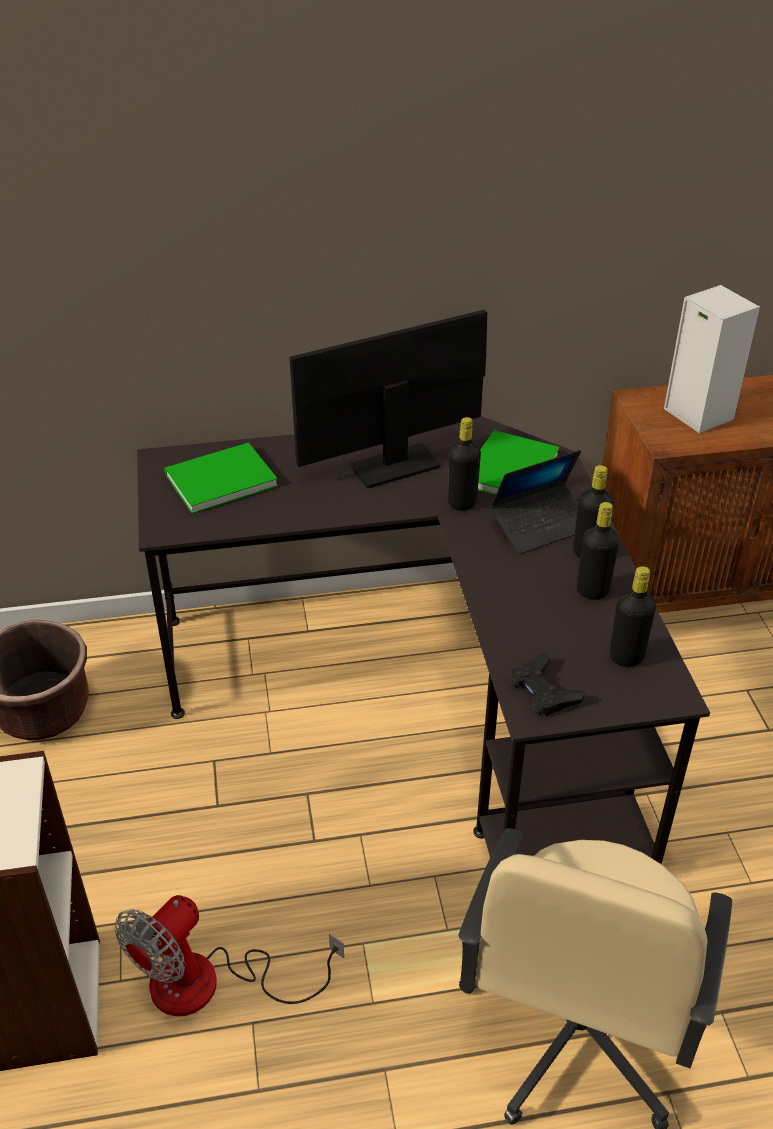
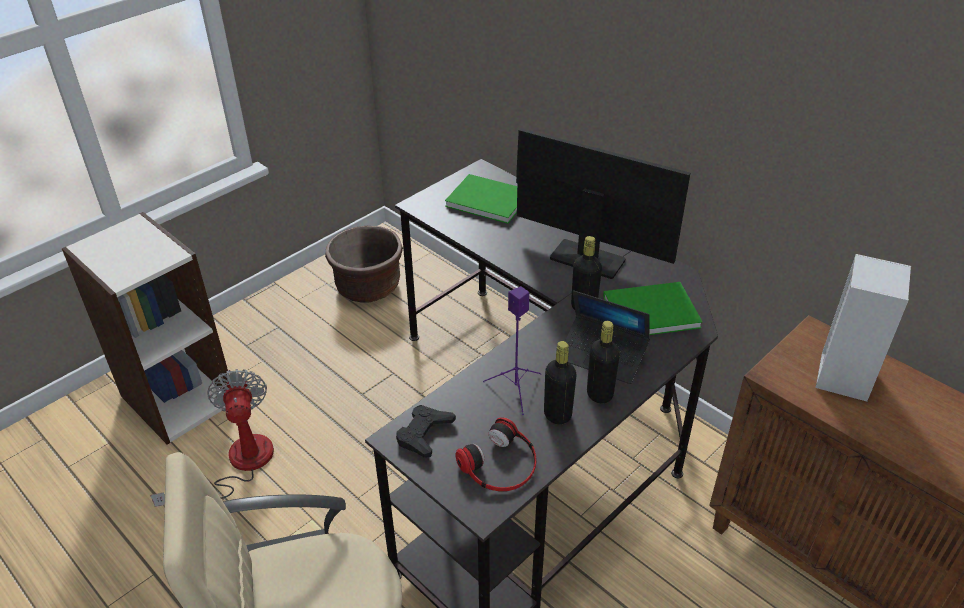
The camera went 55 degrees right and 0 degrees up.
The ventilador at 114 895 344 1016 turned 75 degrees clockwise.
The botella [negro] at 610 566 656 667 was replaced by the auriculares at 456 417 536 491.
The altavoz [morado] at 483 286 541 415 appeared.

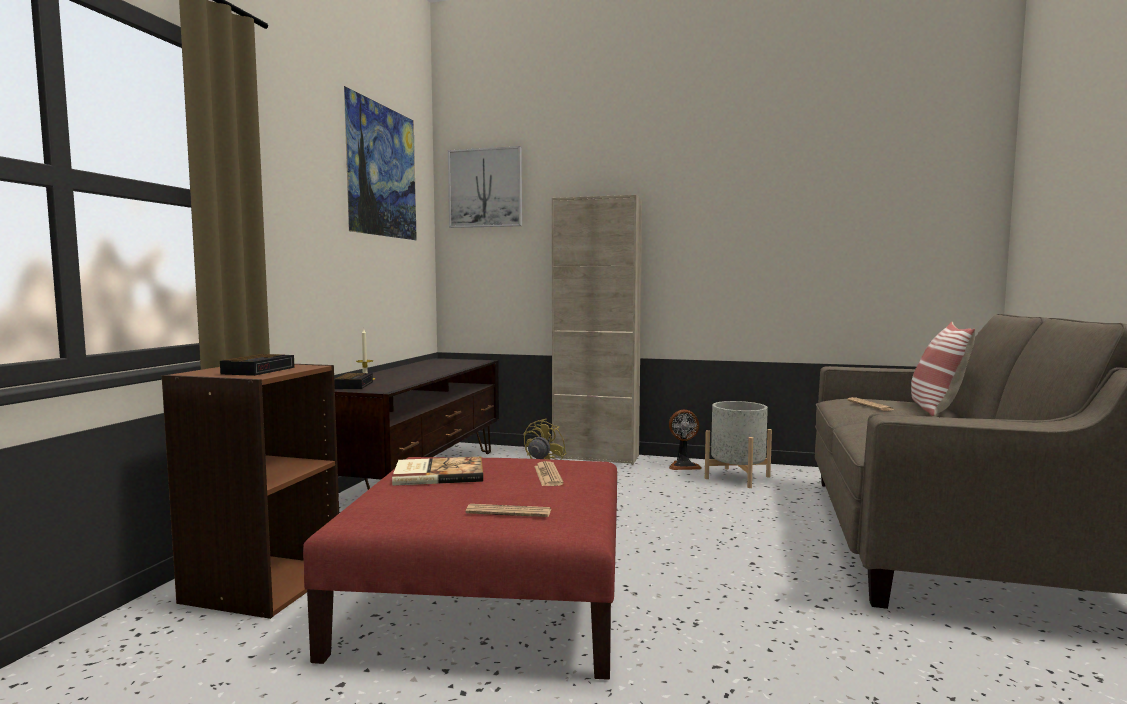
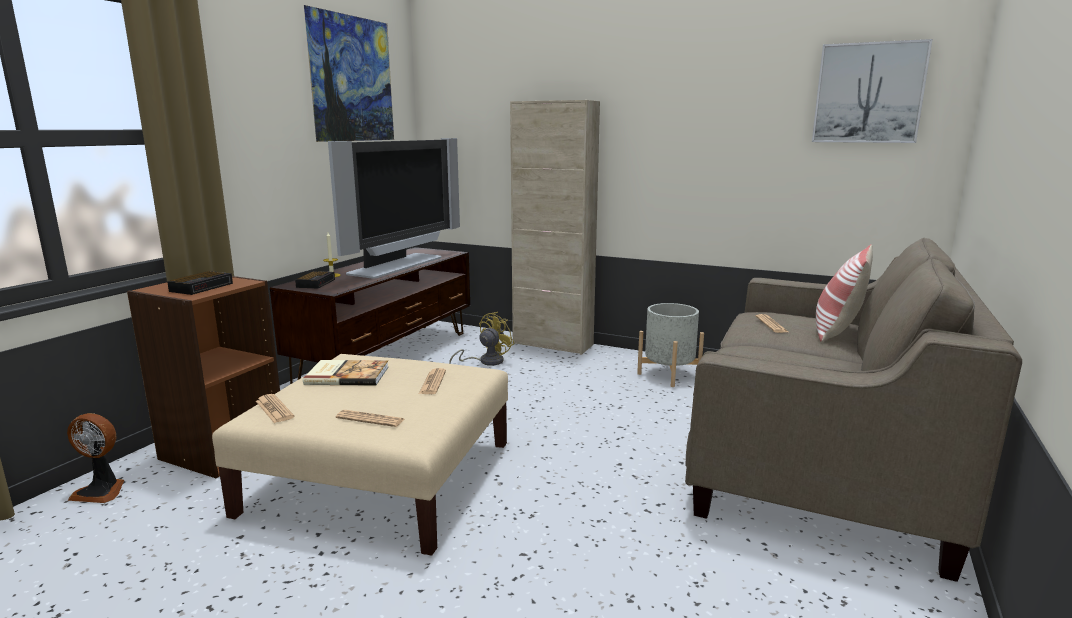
The camera went 10 degrees right and 10 degrees up.
The puf [rojo] at 303 457 617 680 became the puf [beis] at 212 354 508 556.
The cuadro moved from 448 146 522 228 to 812 39 933 143.
The ventilador moved from 669 410 702 470 to 67 413 124 503.
The periódico at 256 394 294 423 appeared.
The televisor at 328 138 460 279 appeared.

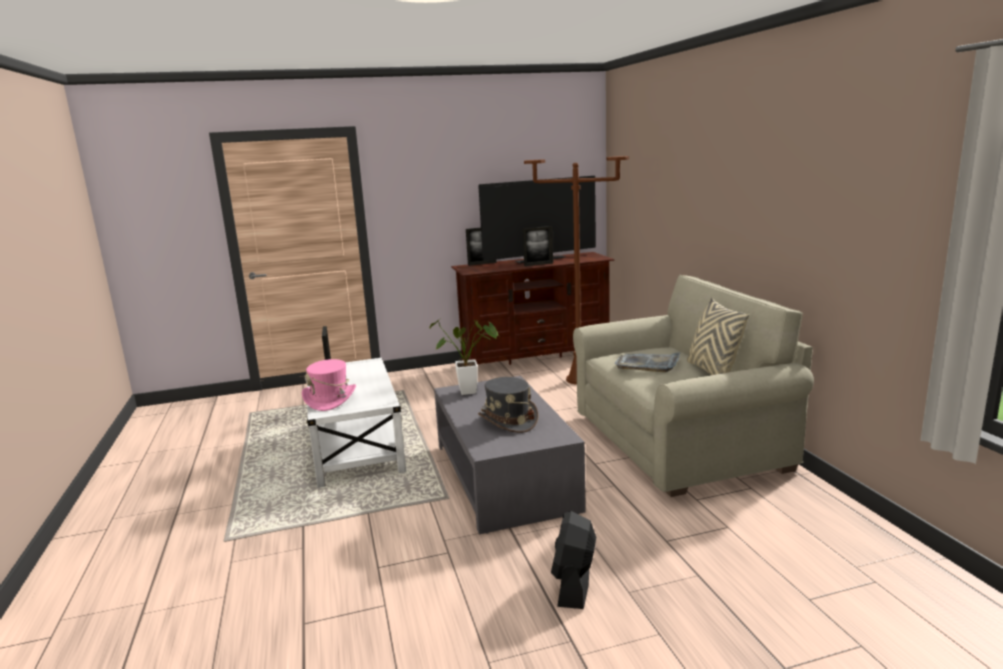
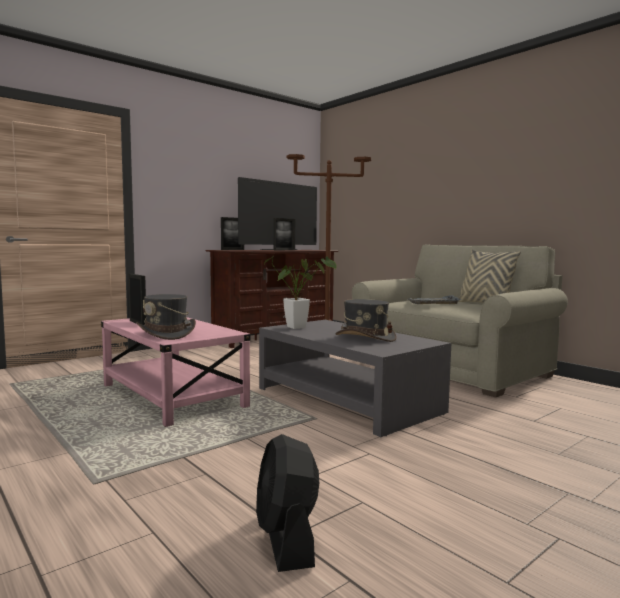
The camera went 25 degrees left and 10 degrees down.
The sombrero [rosa] at 302 359 356 411 became the sombrero [gris] at 137 294 196 340.
The mesa de centro [blanco] at 306 358 406 488 became the mesa de centro [rosa] at 101 317 250 427.
The ventilador [negro] moved from 551 511 596 609 to 256 434 319 572.

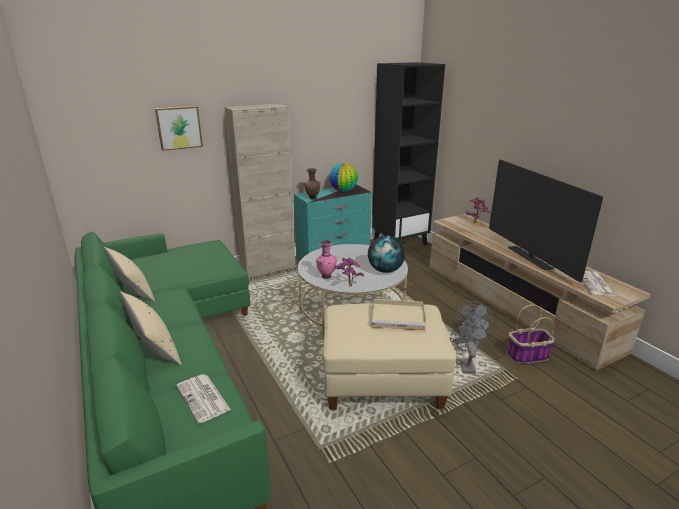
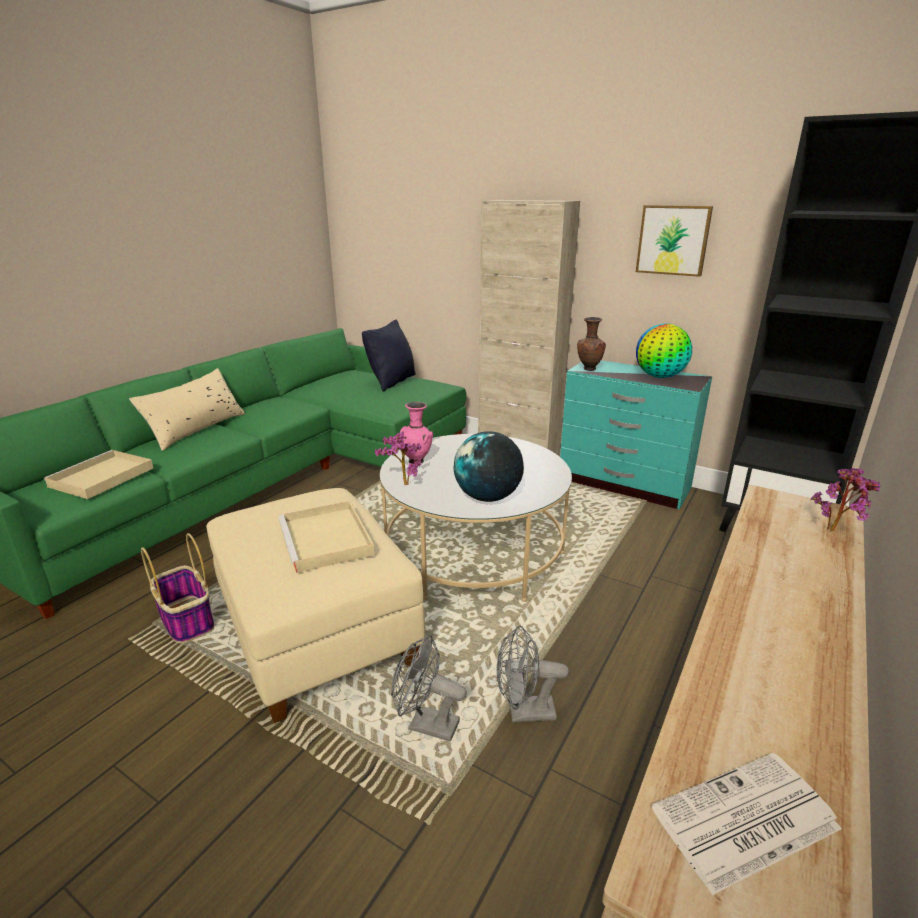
The camera went 60 degrees right and 0 degrees up.
The cojín [beis] at 104 247 155 302 disappeared.
The cuadro moved from 155 106 203 151 to 636 205 713 277.
The periódico at 176 375 231 423 was replaced by the bandeja [beis] at 44 450 153 499.
The ventilador [gris] at 450 324 489 374 turned 135 degrees counterclockwise.
The televisor at 489 159 603 282 disappeared.
The cesta moved from 506 305 555 364 to 141 533 214 644.
The cojín [negro] at 362 320 416 391 appeared.

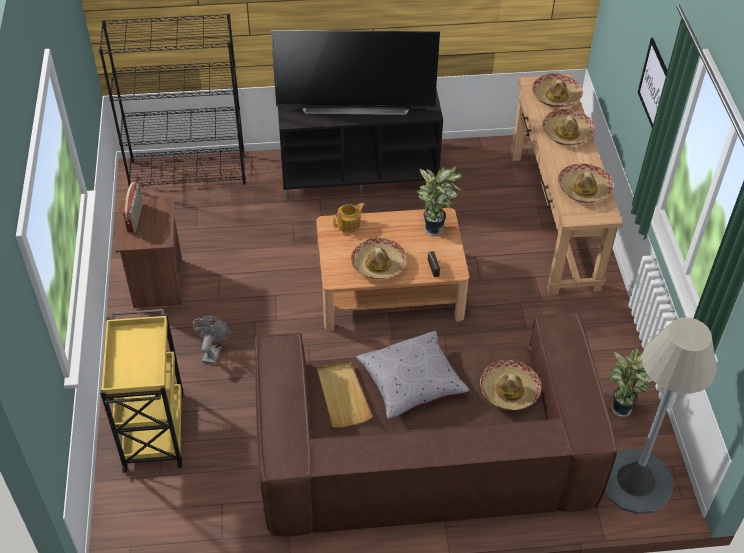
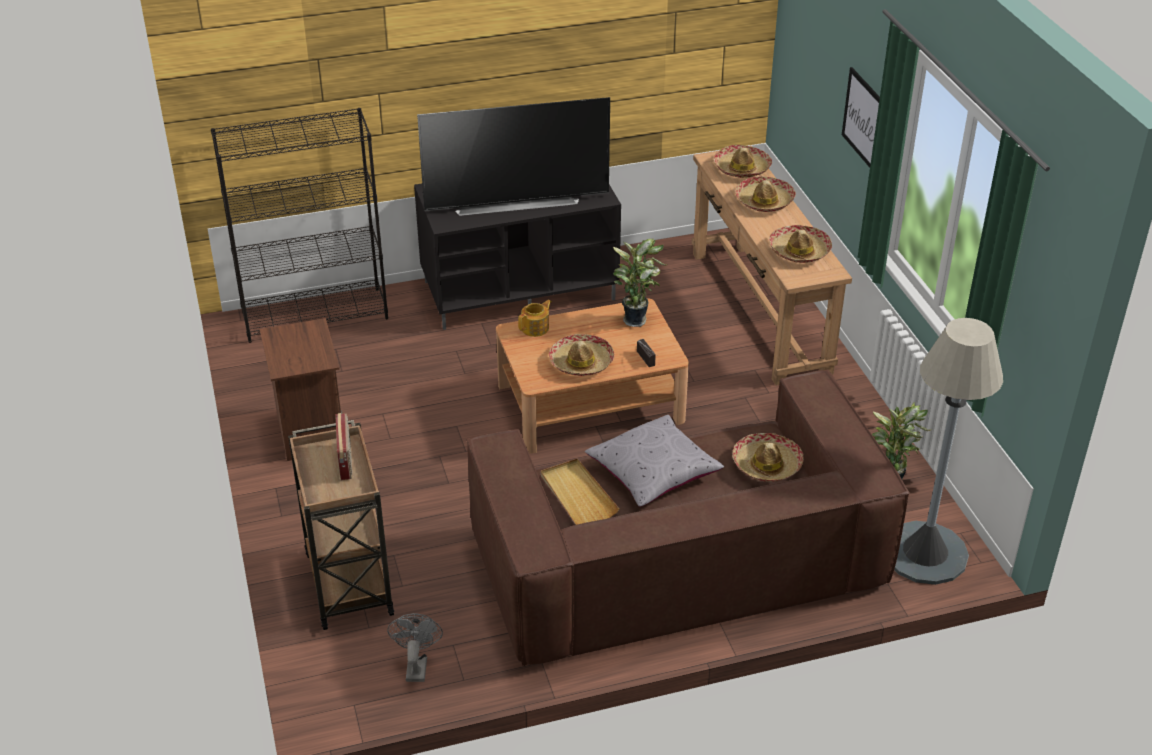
The camera went 10 degrees left and 10 degrees down.
The carrito [amarillo] at 100 309 184 473 became the carrito [marrón] at 288 420 394 630.
The radio moved from 123 182 143 232 to 335 413 352 480.
The ventilador [gris] moved from 192 316 231 365 to 387 613 443 682.

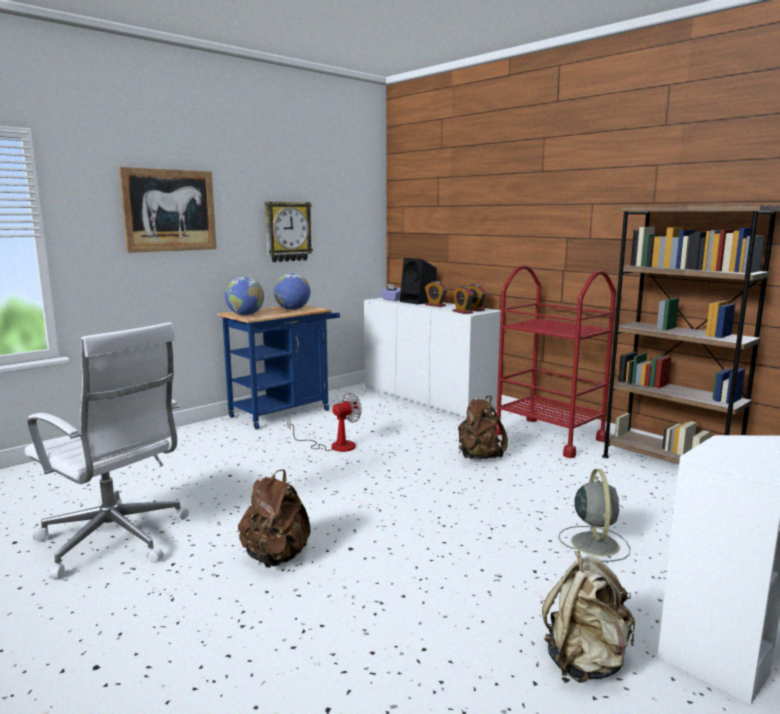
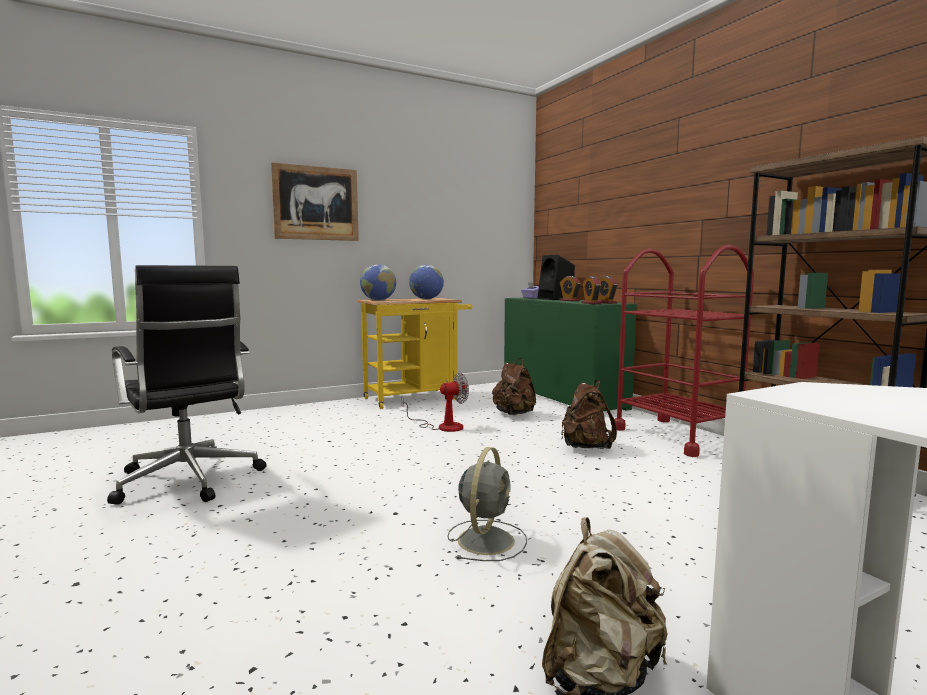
The camera went 15 degrees right and 5 degrees down.
The silla de oficina [blanco] at 25 322 189 579 became the silla de oficina [negro] at 107 265 267 505.
The carrito [azul] at 217 305 340 430 became the carrito [amarillo] at 357 298 472 409.
The mochila [marrón] moved from 238 469 311 568 to 492 358 536 415.
The reloj de pared at 265 202 313 262 disappeared.
The armario [blanco] at 364 298 501 418 became the armario [verde] at 504 298 637 411.
The ventilador [gris] moved from 559 469 630 562 to 448 447 527 561.

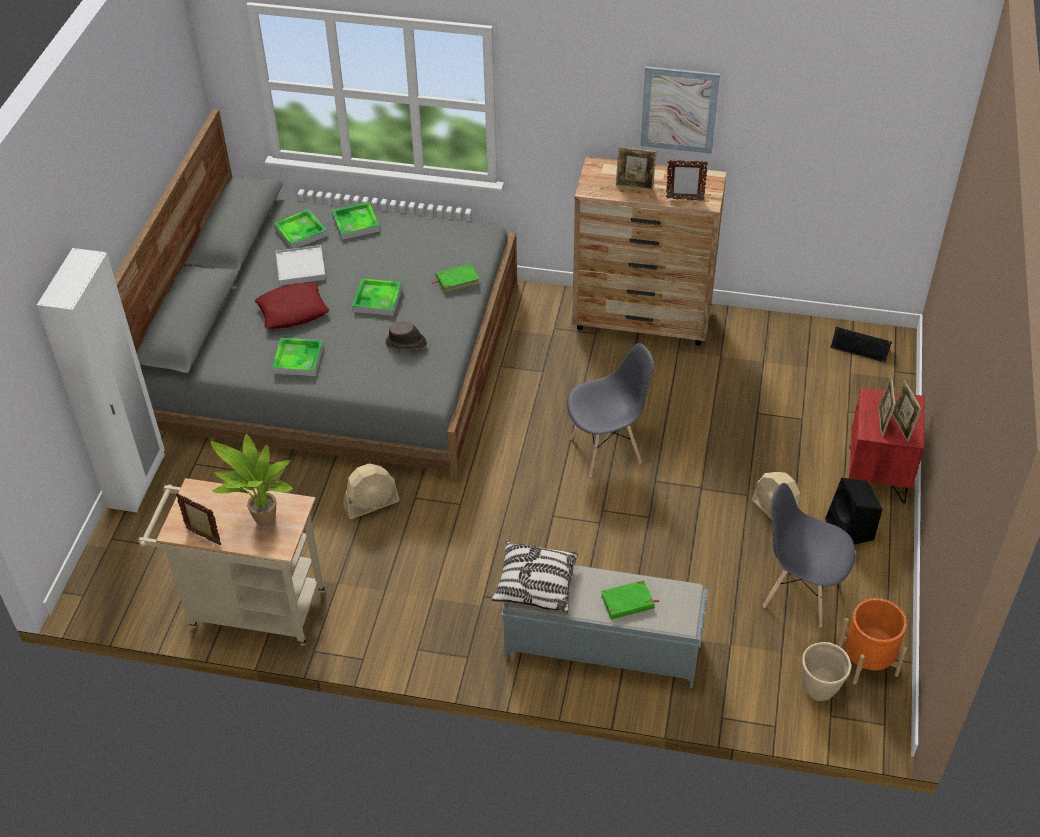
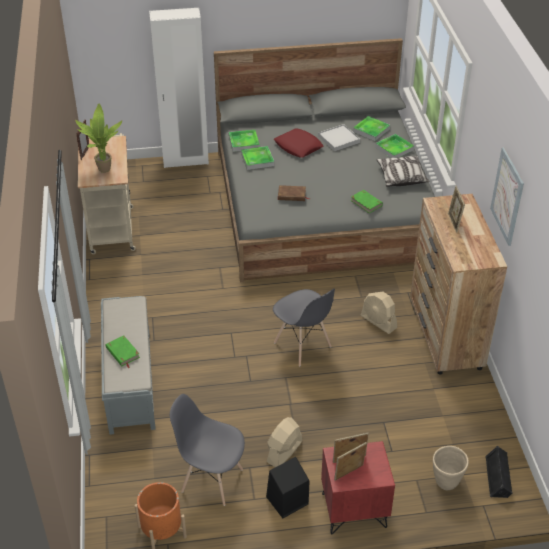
The camera went 70 degrees right and 5 degrees down.
The ventilador [beis] moved from 343 463 400 519 to 361 292 397 334.
The bandeja moved from 352 278 402 316 to 229 130 260 152.
The sombrero [marrón] at 385 321 427 350 was replaced by the libro [marrón] at 278 185 310 201.
The cojín moved from 491 542 578 613 to 377 156 429 186.
The portarretratos at 666 160 708 201 disappeared.
The silla [gris] at 763 483 855 627 turned 75 degrees counterclockwise.
The maceta [beis] moved from 802 642 851 701 to 433 446 469 490.

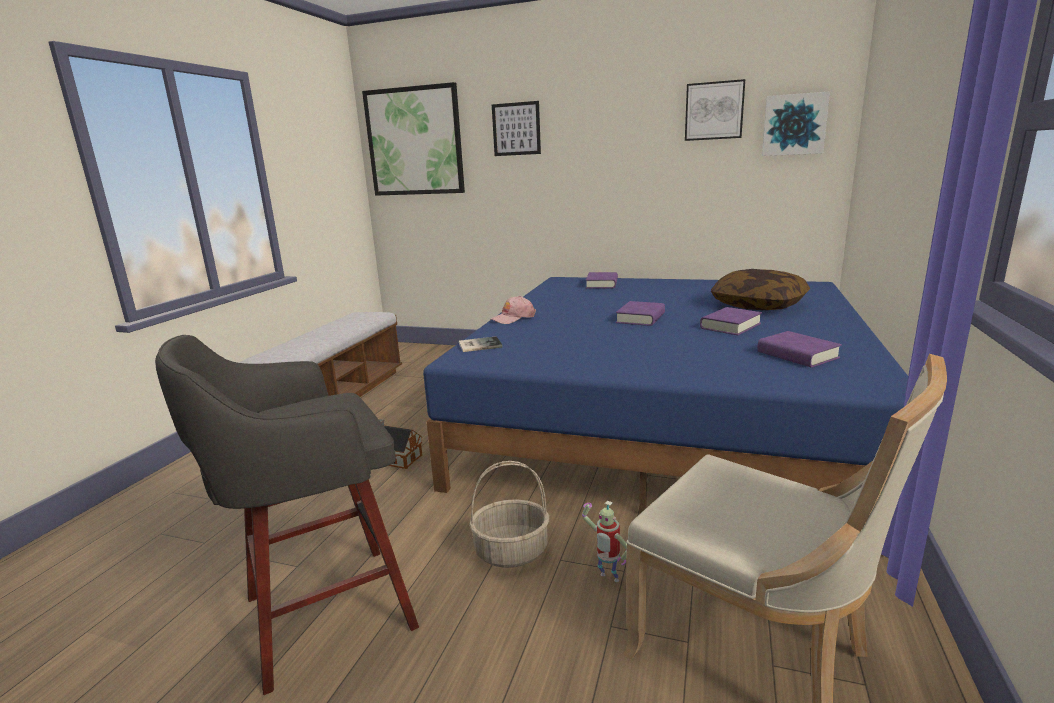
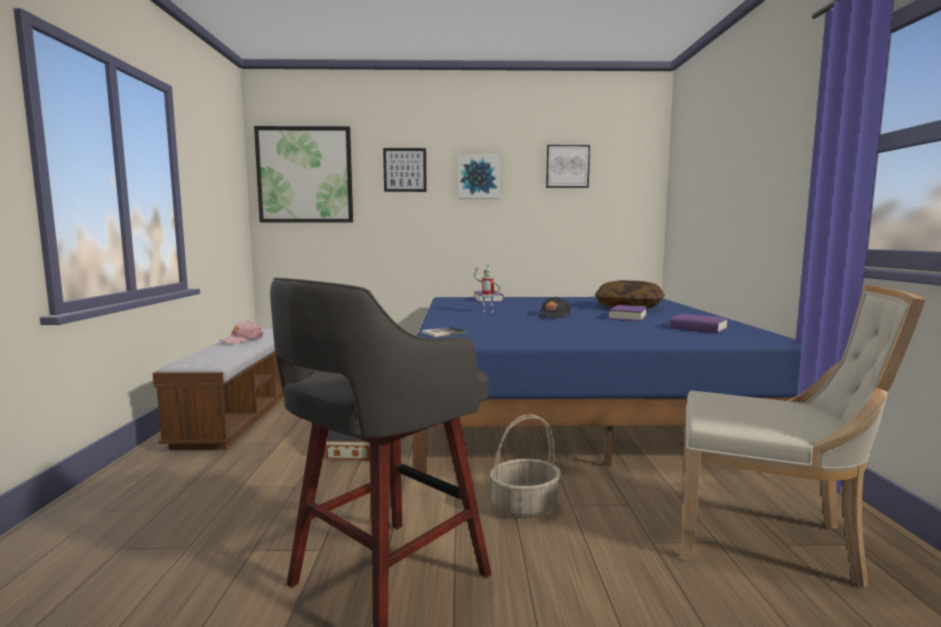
The camera went 20 degrees left and 10 degrees down.
The gorra [rosa] moved from 491 296 536 324 to 219 320 264 344.
The robot de juguete moved from 582 501 627 582 to 473 264 501 312.
The libro [morado] at 616 301 665 326 was replaced by the gorra [negro] at 537 296 571 319.
The cuadro moved from 762 91 830 156 to 458 154 501 198.

